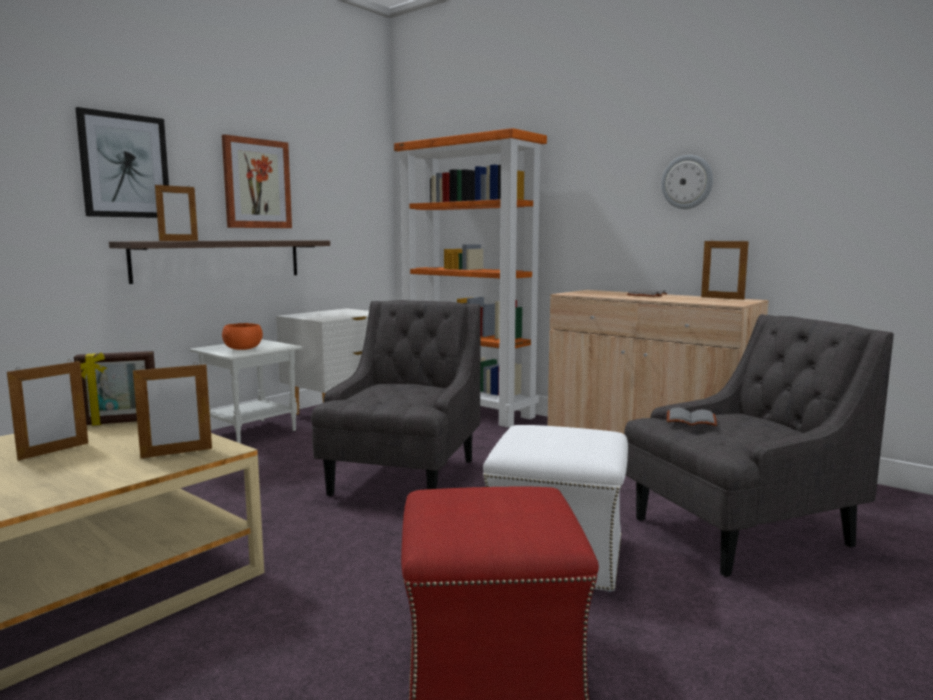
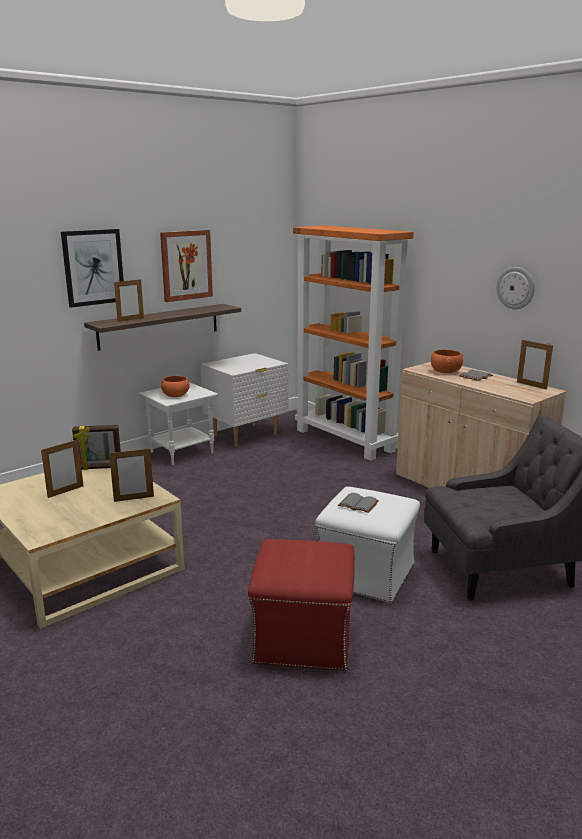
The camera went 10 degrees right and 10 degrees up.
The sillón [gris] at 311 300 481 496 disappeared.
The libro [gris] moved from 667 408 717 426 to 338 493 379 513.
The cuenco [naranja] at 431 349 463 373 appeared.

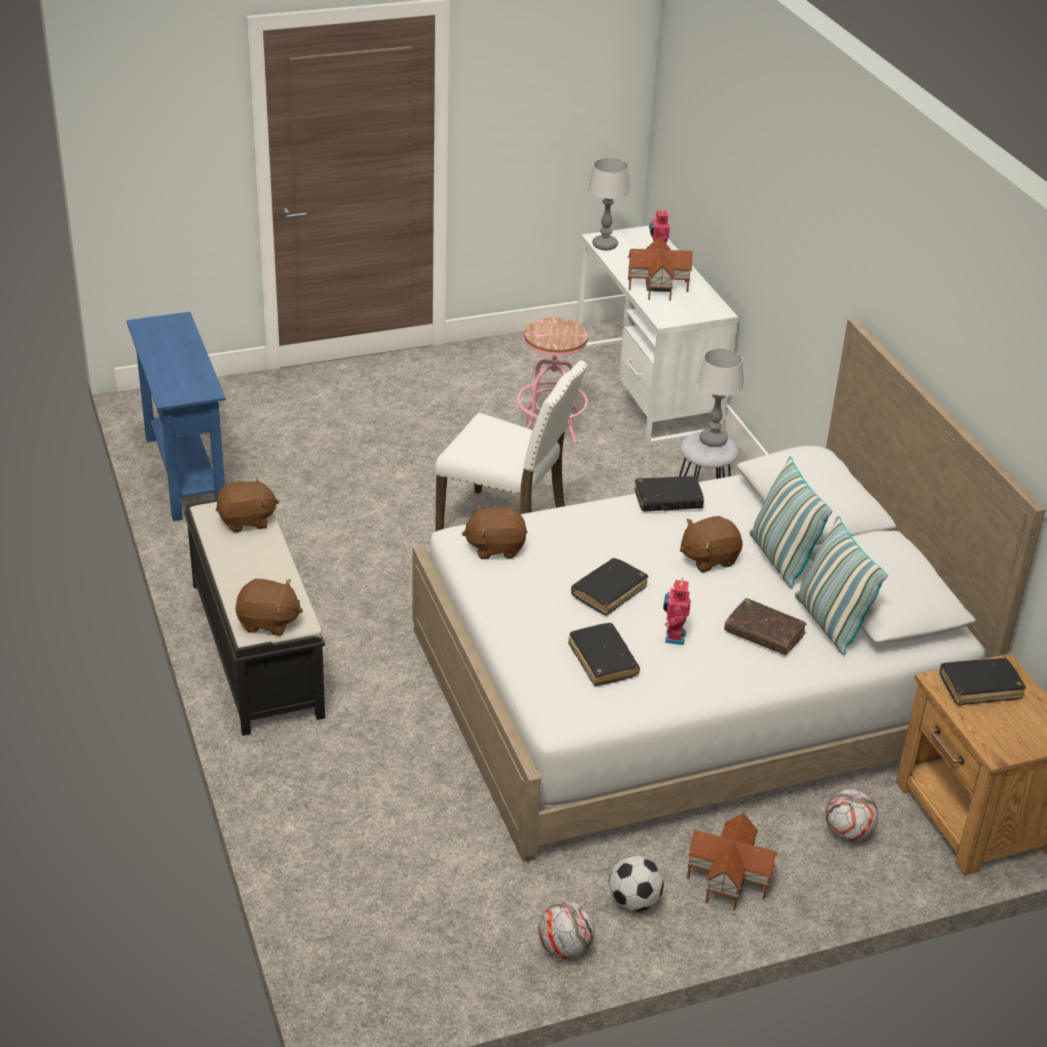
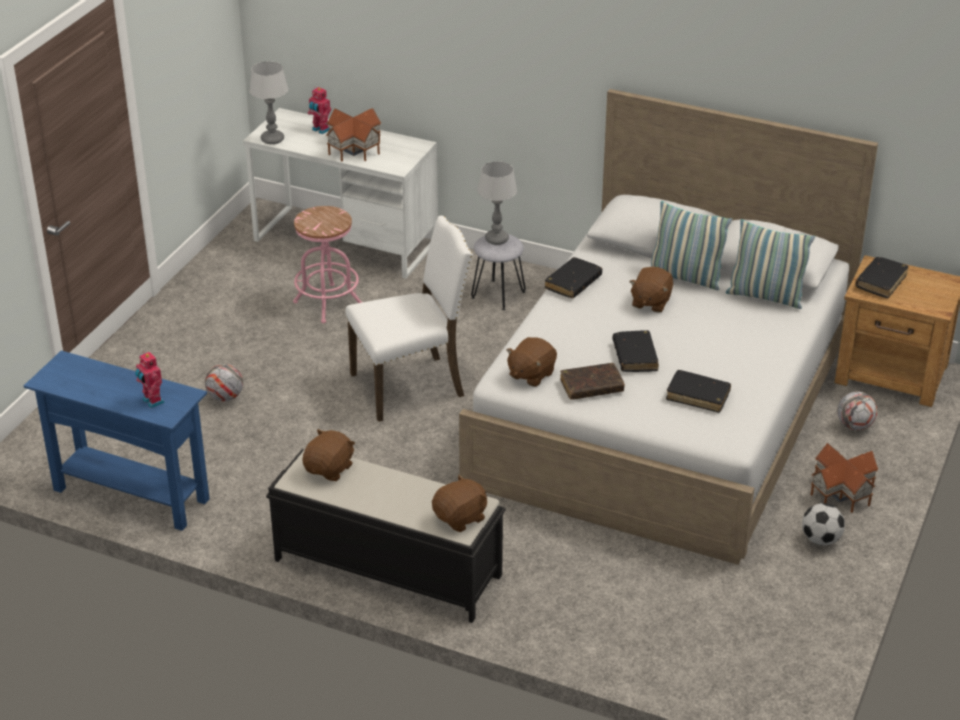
The camera went 45 degrees left and 0 degrees up.
The balón de fútbol moved from 538 901 595 959 to 205 363 243 401.
The robot de juguete moved from 663 578 691 645 to 135 351 165 408.
The libro [marrón] moved from 724 598 806 655 to 560 363 625 400.

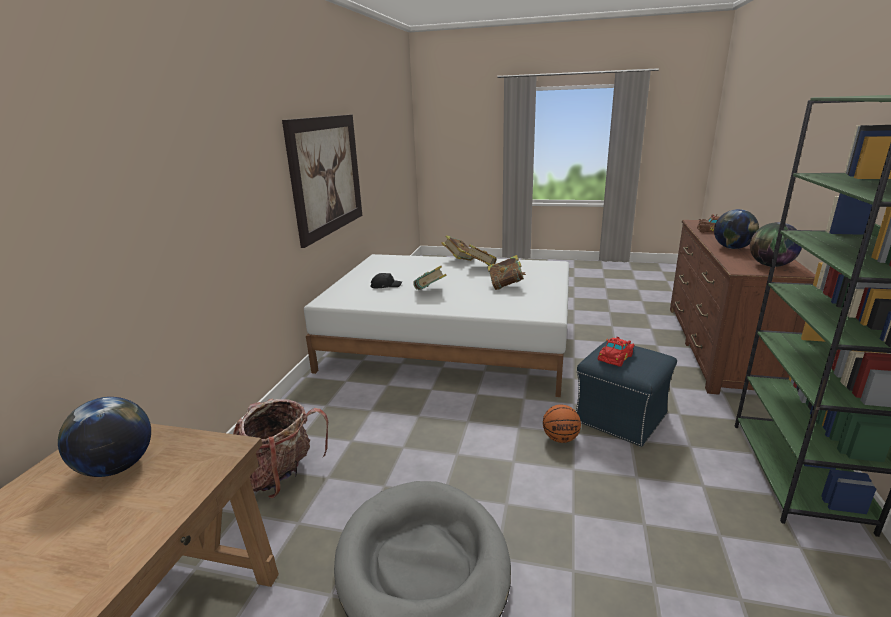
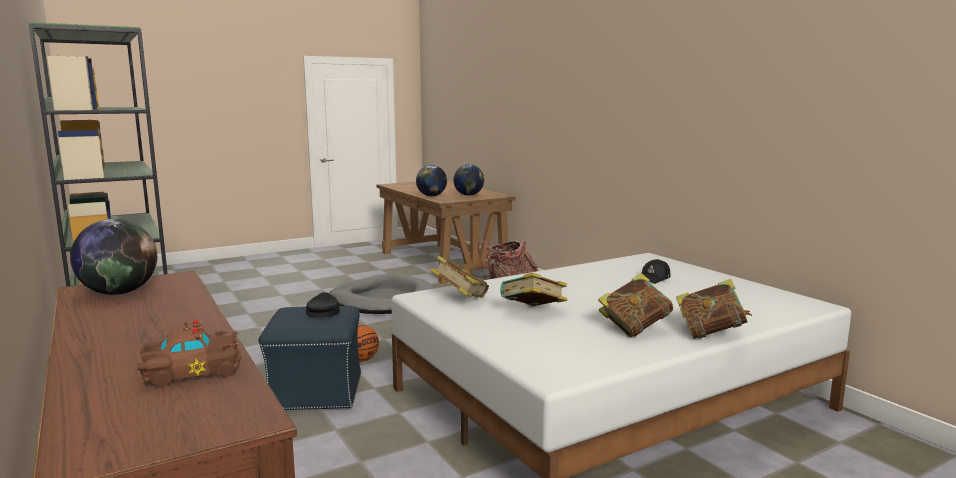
The camera went 135 degrees right and 10 degrees down.
The cuadro at 282 115 362 248 disappeared.
The libro moved from 413 266 447 290 to 430 256 489 298.
The coche de juguete [rojo] at 598 337 634 367 was replaced by the gorra [negro] at 306 292 340 318.
The globo terráqueo moved from 714 209 759 249 to 416 165 447 196.

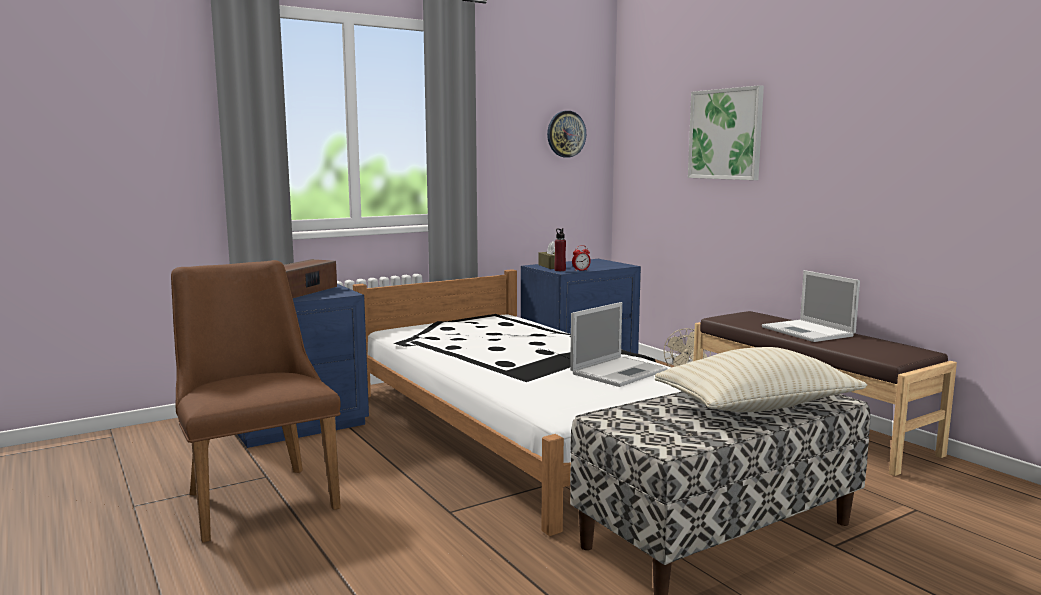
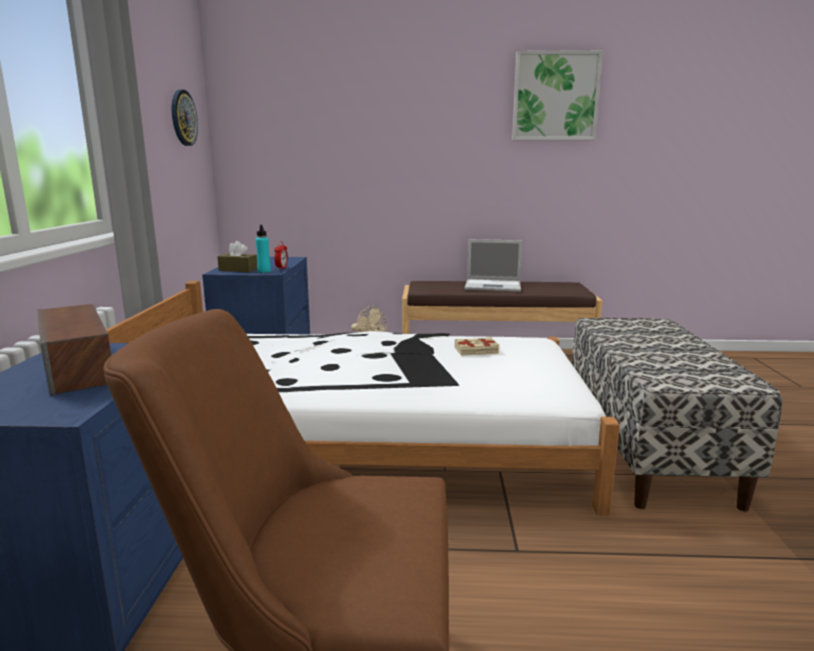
The camera went 55 degrees left and 5 degrees up.
The botella [rojo] at 554 228 566 271 became the botella [turquesa] at 255 224 271 273.
The portátil at 570 302 668 387 was replaced by the libro [beis] at 455 337 500 356.
The cojín [beis] at 655 347 867 412 disappeared.
The cuadro moved from 688 85 764 180 to 512 50 603 140.

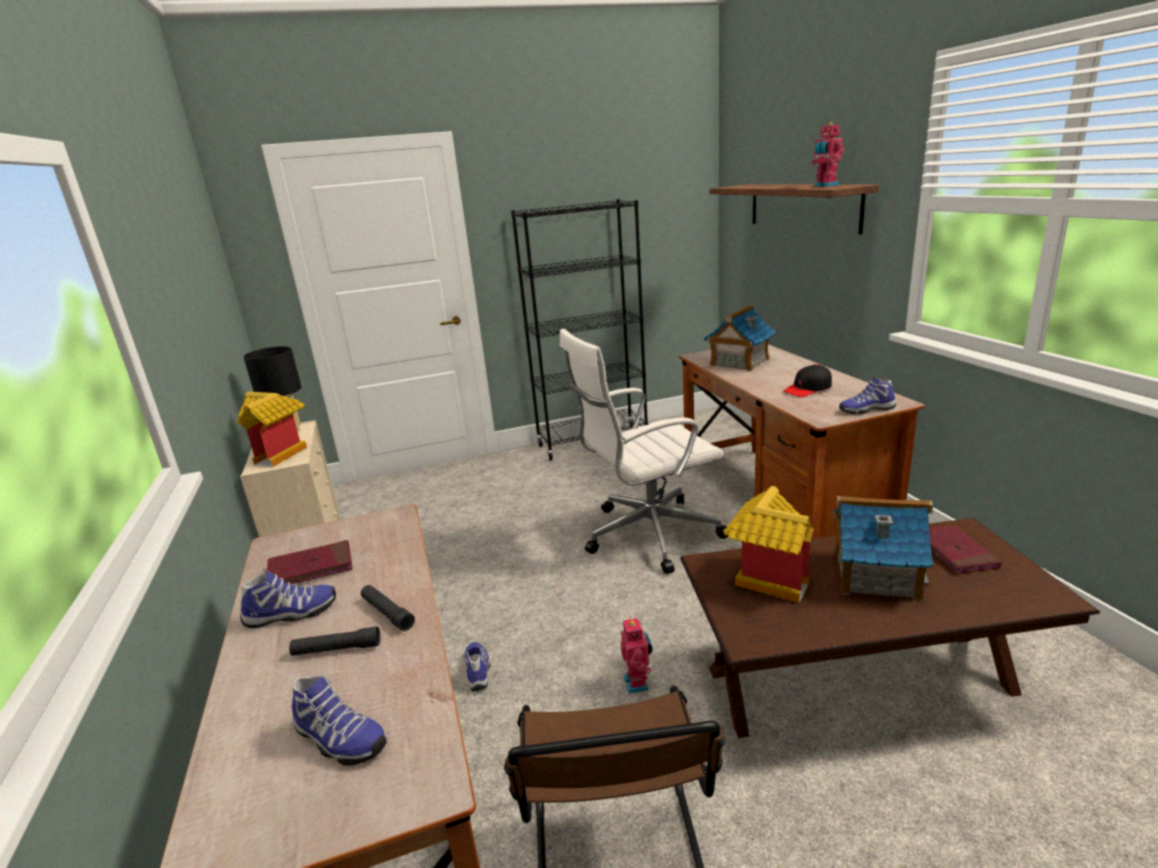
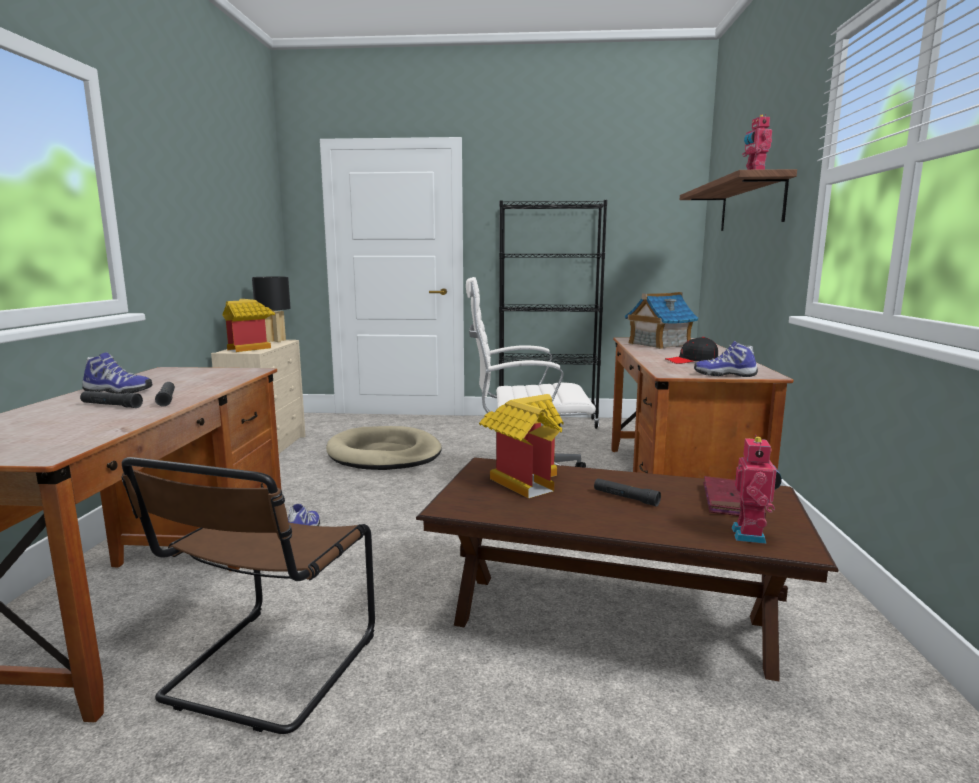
The camera went 20 degrees right and 10 degrees down.
The libro [rojo] at 267 540 353 584 disappeared.
The zapato at 292 675 387 766 disappeared.
The robot de juguete moved from 621 616 653 694 to 732 435 782 544.
The casita at 833 496 933 601 was replaced by the linterna [negro] at 594 479 661 506.
The cama para perro [beis] at 326 426 442 470 appeared.

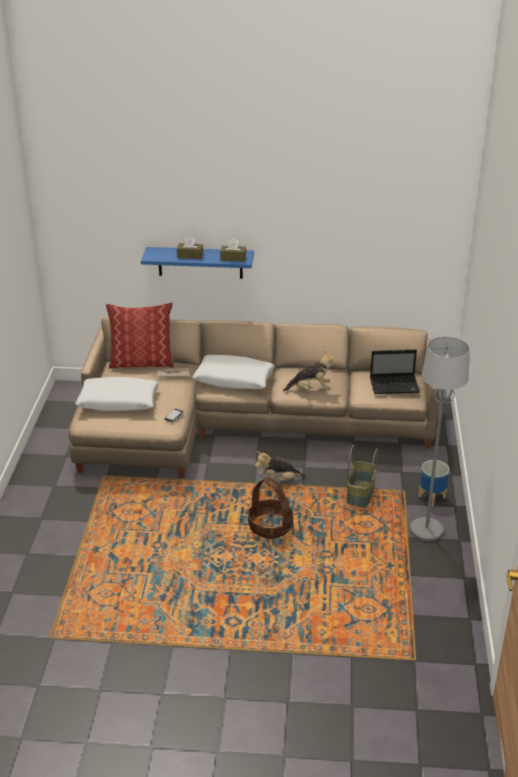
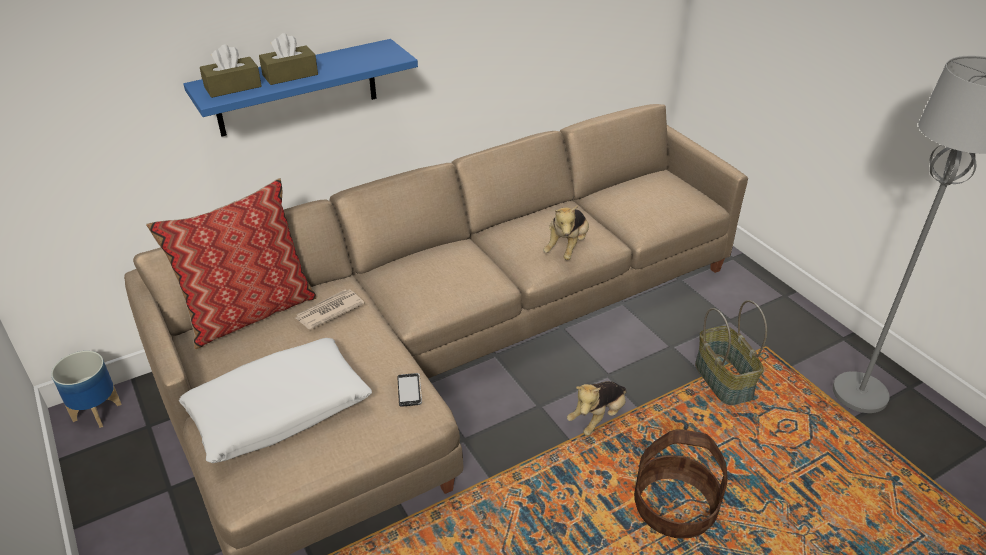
The camera went 35 degrees left and 5 degrees up.
The cojín [blanco] at 192 355 275 389 disappeared.
The caja de pañuelos [marrón] moved from 220 239 246 262 to 200 44 262 98.
The peluche at 283 351 335 391 turned 150 degrees clockwise.
The portátil at 370 350 420 394 disappeared.
The maceta moved from 418 460 449 506 to 51 351 122 428.

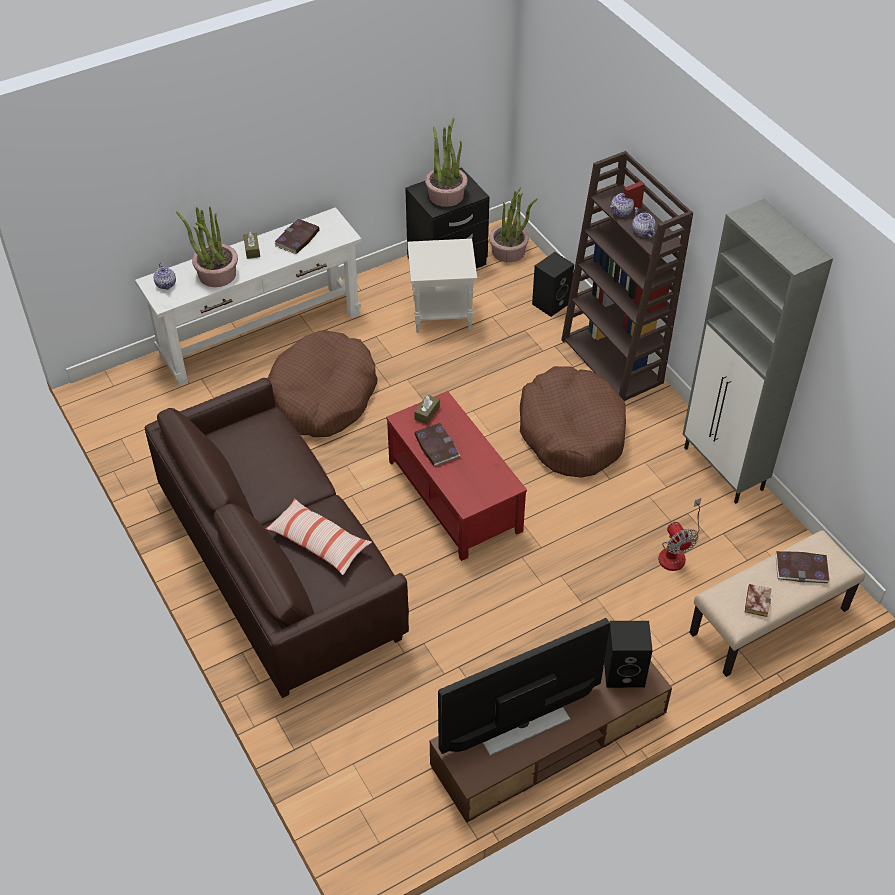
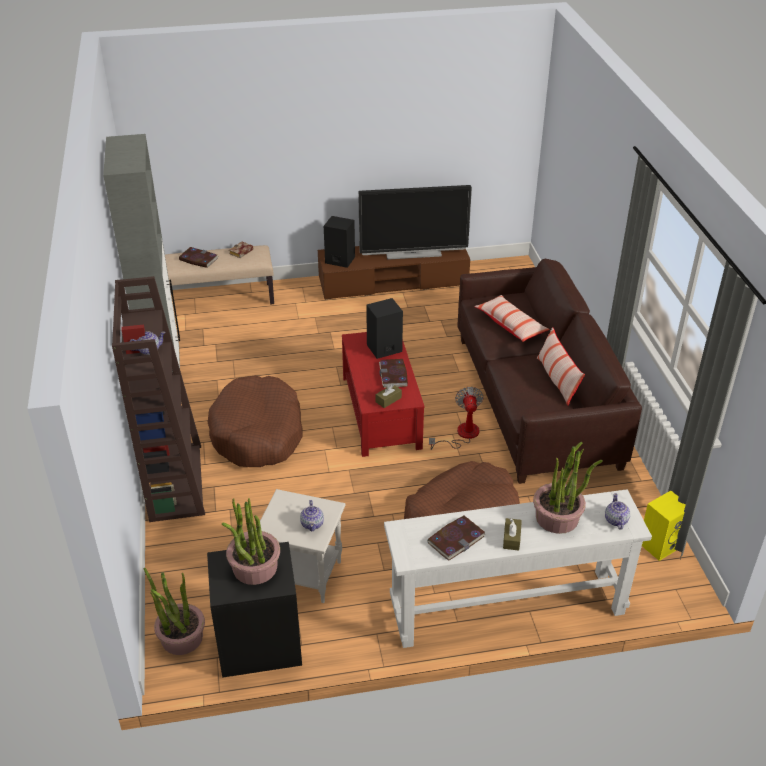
The camera went 160 degrees left and 10 degrees down.
The altavoz [negro] moved from 532 252 574 317 to 366 298 403 359.
The tetera moved from 632 207 655 237 to 300 500 324 531.
The ventilador moved from 658 498 701 571 to 429 387 484 450.
The cojín at 537 327 585 406 appeared.
The altavoz [amarillo] at 642 491 686 561 appeared.

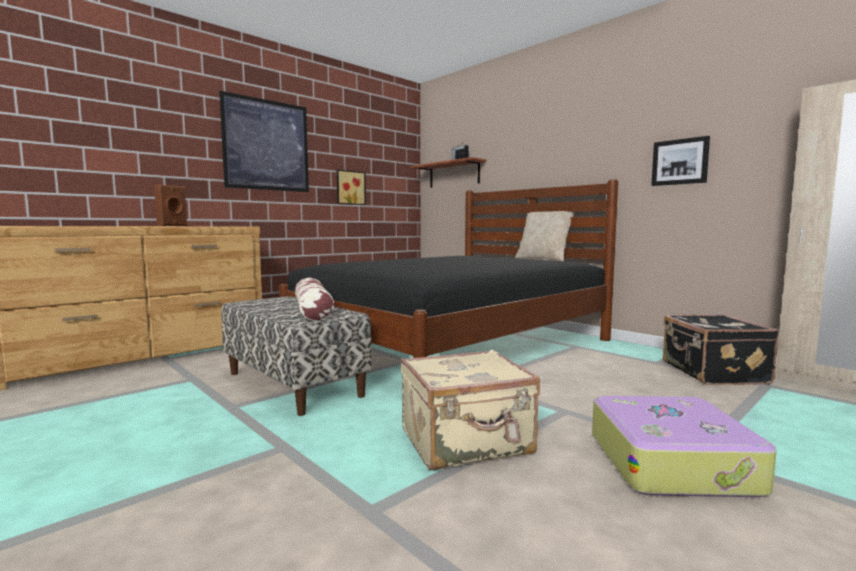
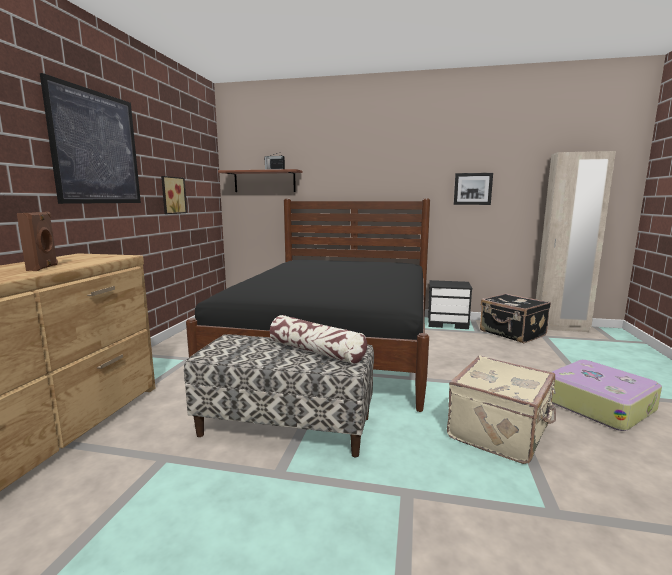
The camera went 35 degrees left and 5 degrees up.
The cojín [beis] at 515 211 575 261 disappeared.
The mesita de noche [negro] at 428 280 472 329 appeared.

